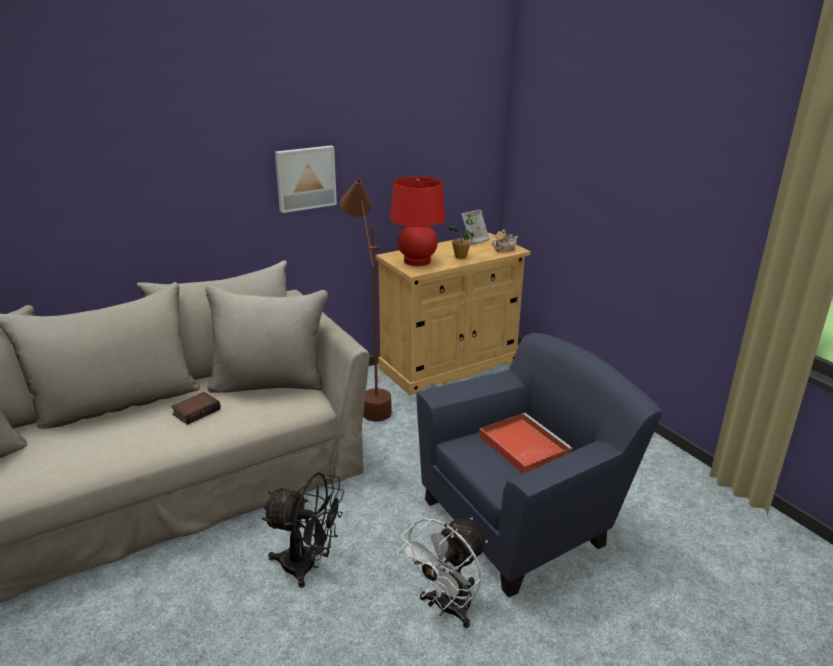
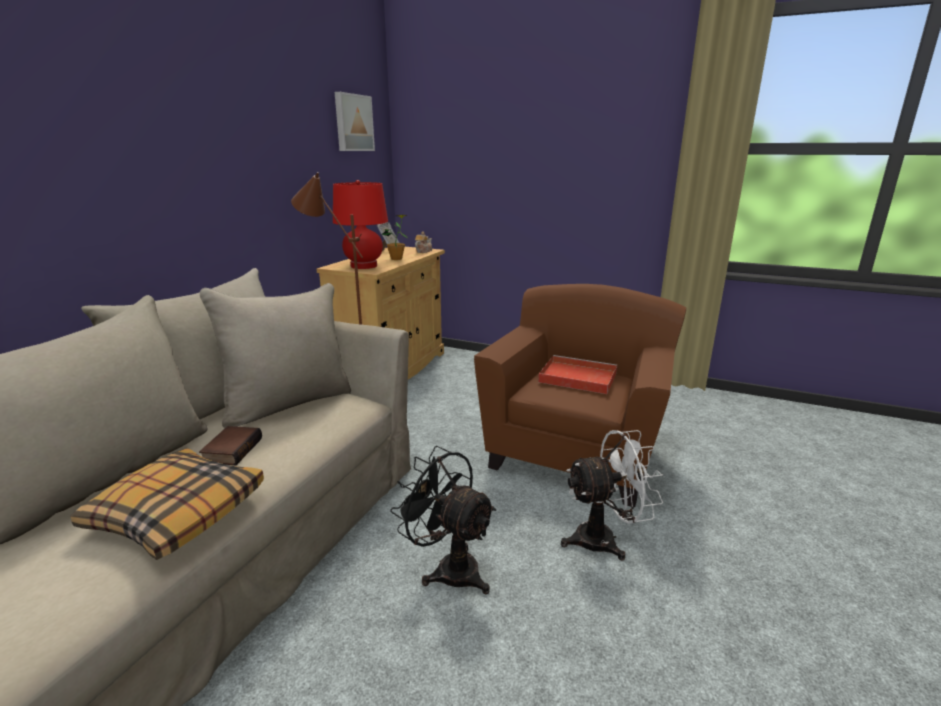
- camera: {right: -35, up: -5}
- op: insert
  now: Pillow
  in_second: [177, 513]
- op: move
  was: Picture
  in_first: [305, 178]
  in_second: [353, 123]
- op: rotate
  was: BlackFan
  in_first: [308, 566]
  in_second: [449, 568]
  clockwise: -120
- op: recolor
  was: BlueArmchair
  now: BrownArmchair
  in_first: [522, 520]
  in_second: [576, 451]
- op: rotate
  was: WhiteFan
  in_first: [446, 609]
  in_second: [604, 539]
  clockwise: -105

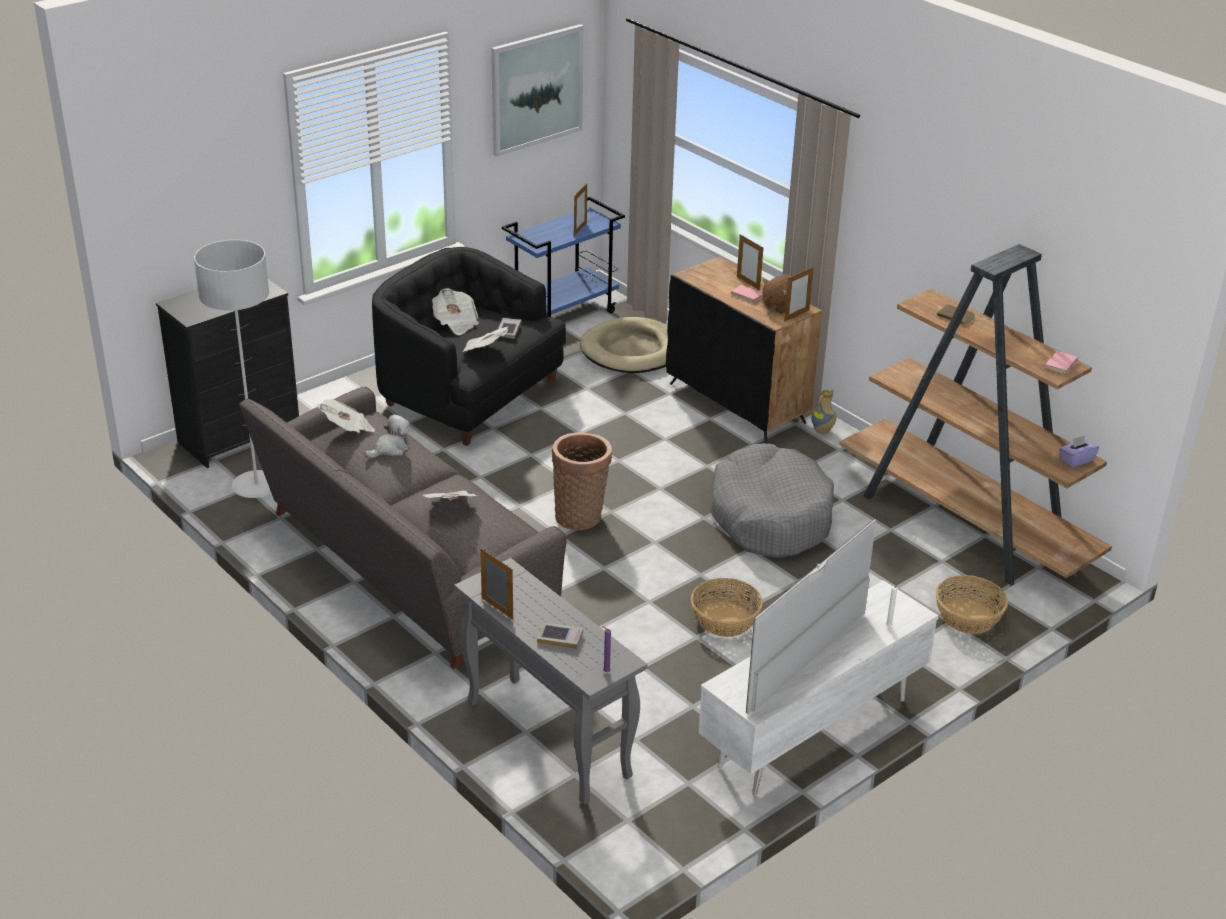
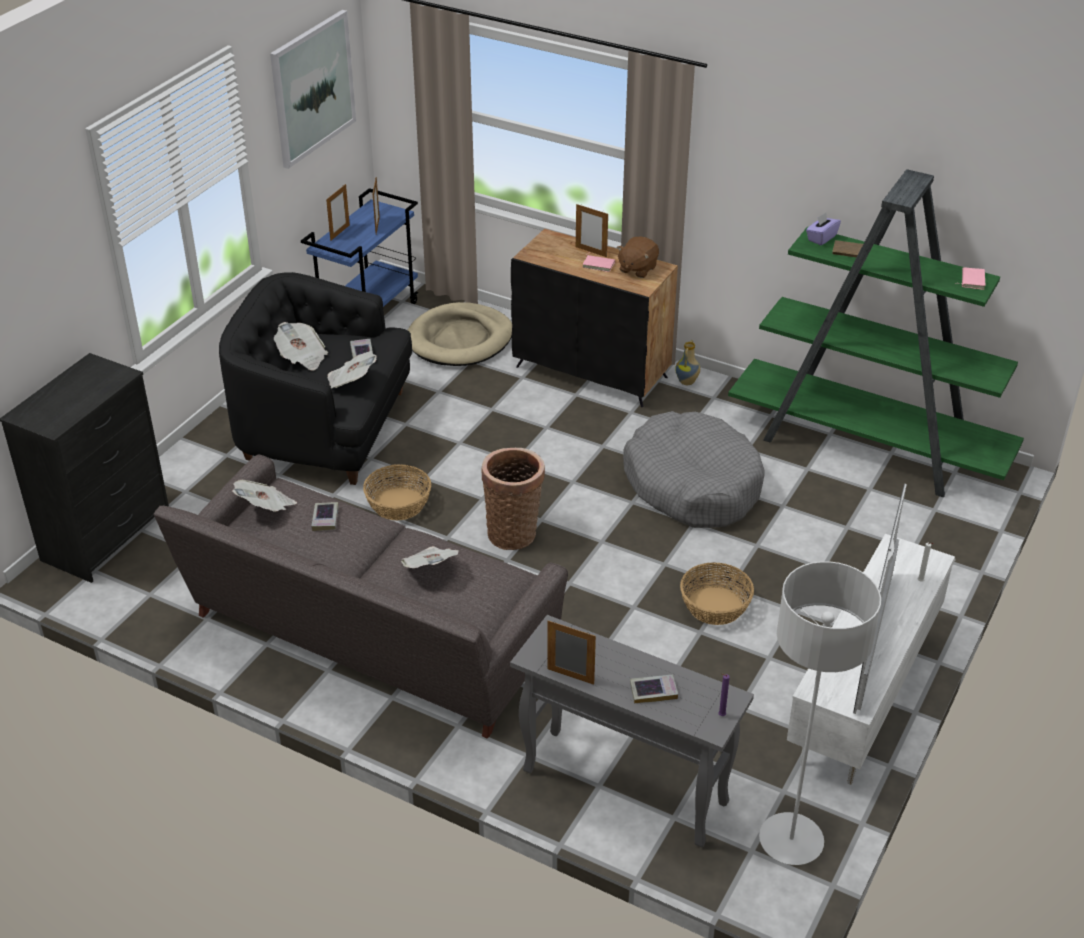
- camera: {right: -20, up: 5}
- op: replace
  was: PlushToy
  now: Book
  in_first: [390, 449]
  in_second: [325, 519]
- op: move
  was: PictureFrame
  in_first: [796, 315]
  in_second: [340, 232]
- op: move
  was: Basket
  in_first: [968, 616]
  in_second: [399, 504]
- op: recolor
  was: BrownBookcase
  now: GreenBookcase
  in_first: [965, 525]
  in_second: [868, 447]
- op: move
  was: GreyFloorLamp
  in_first: [257, 486]
  in_second: [791, 841]
- op: move
  was: PurpleTissueBox
  in_first: [1076, 460]
  in_second: [821, 238]

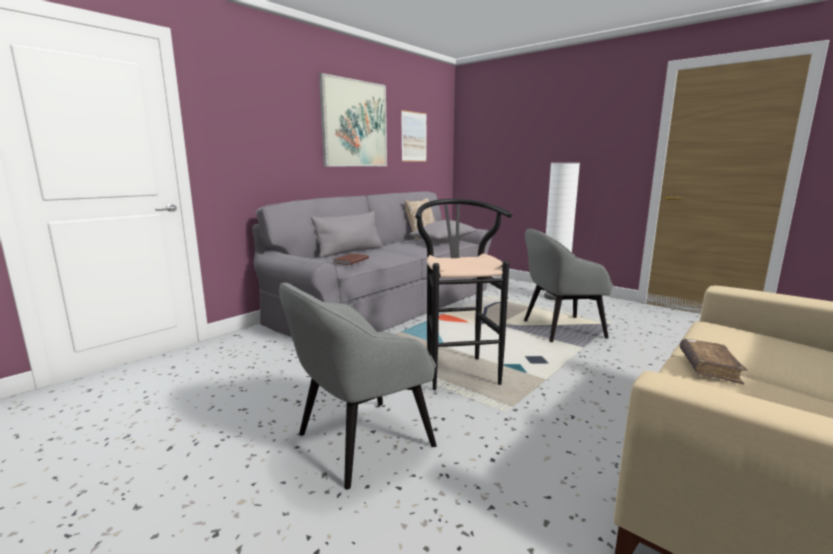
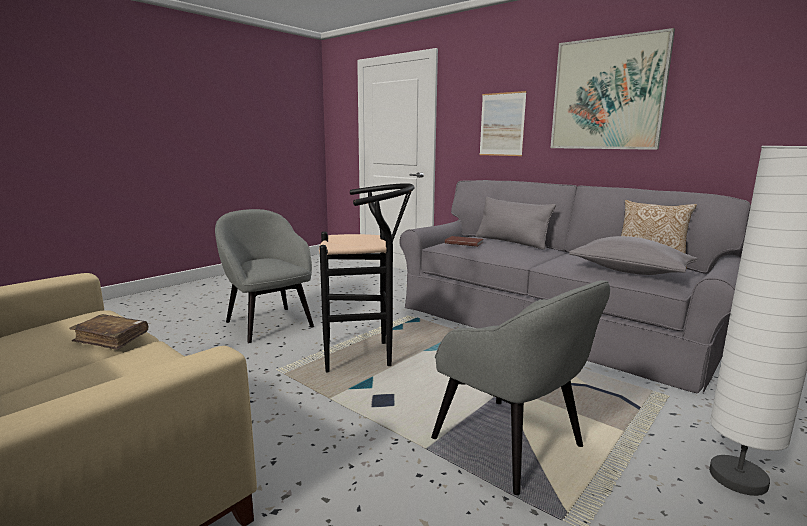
- camera: {right: 90, up: 0}
- op: rotate
  was: GreyArmchair
  in_first: [561, 329]
  in_second: [509, 444]
  clockwise: 150
- op: move
  was: Picture
  in_first: [414, 137]
  in_second: [502, 124]

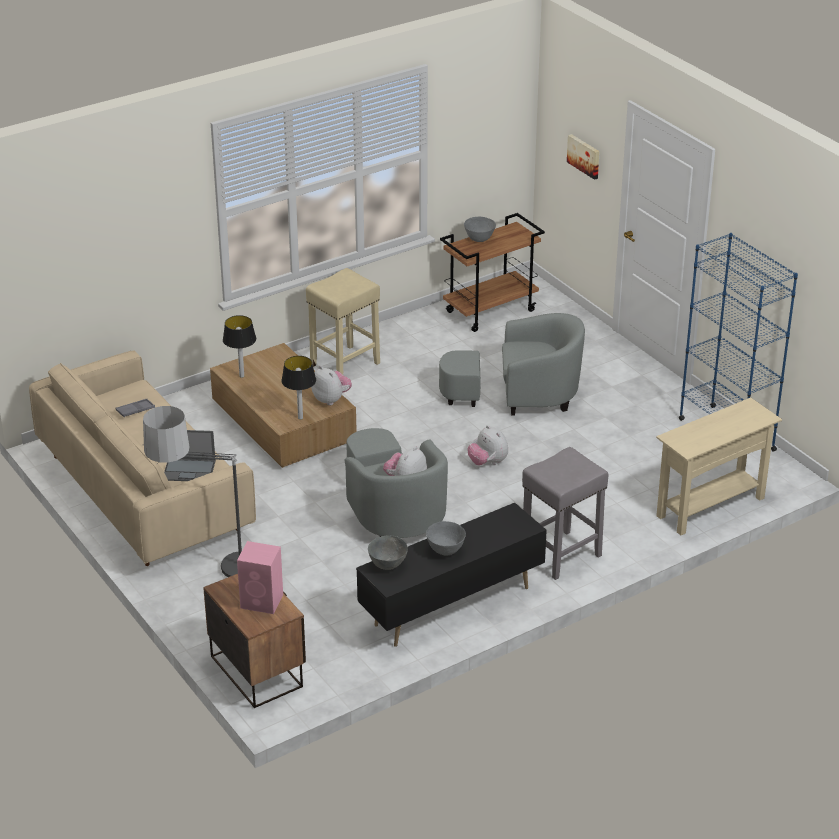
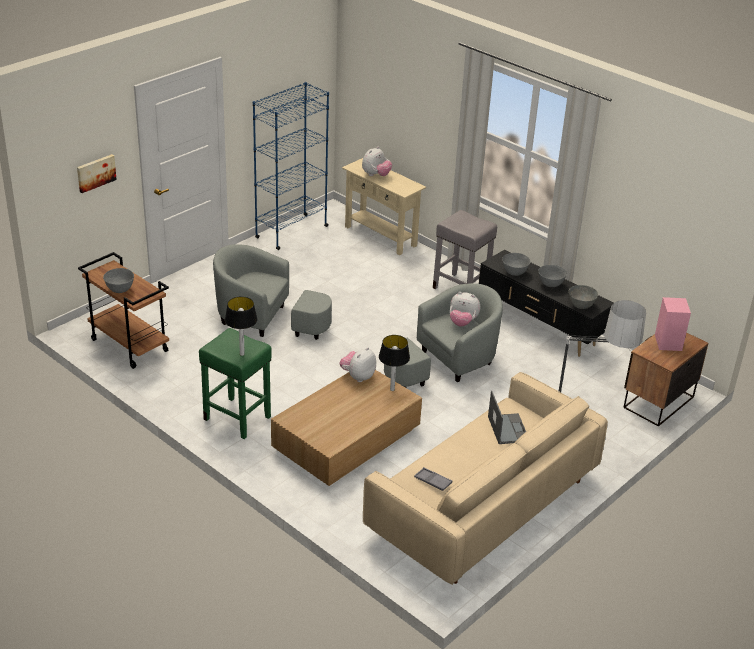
- camera: {right: -105, up: 0}
- op: recolor
  was: BeigeStool
  now: GreenStool
  in_first: [344, 365]
  in_second: [238, 418]
- op: rotate
  was: GreyArmchair
  in_first: [519, 396]
  in_second: [265, 320]
  clockwise: -60
- op: move
  was: TableLamp
  in_first: [242, 376]
  in_second: [242, 354]
- op: move
  was: PlushToy
  in_first: [487, 462]
  in_second: [376, 175]
- op: insert
  now: GreyBowl
  in_second: [514, 273]

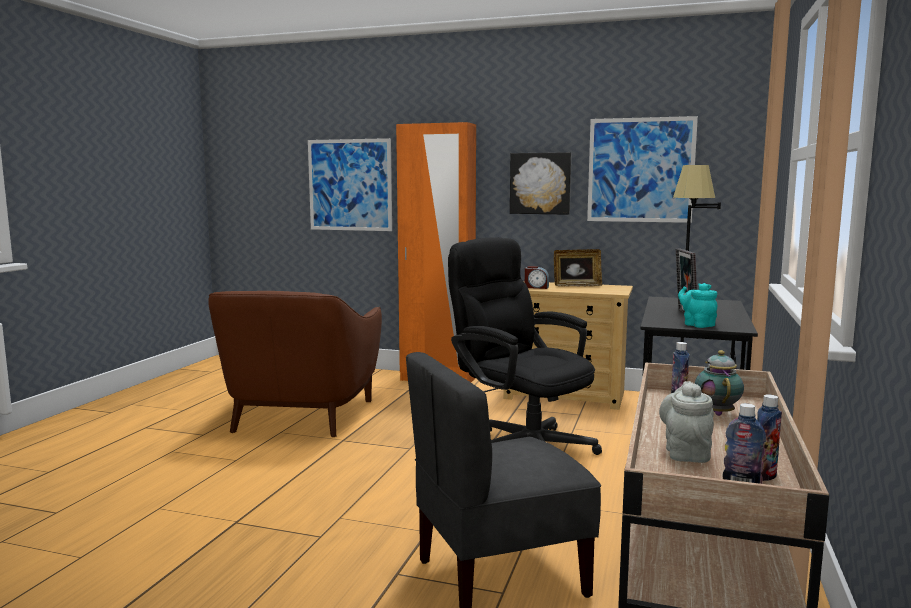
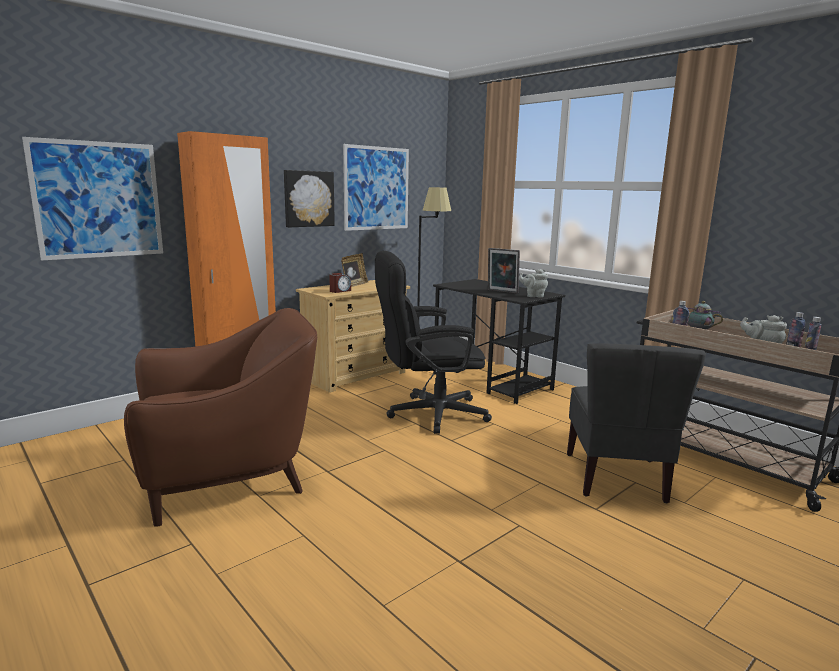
- camera: {right: -60, up: 5}
- op: rotate
  was: BrownArmchair
  in_first: [300, 416]
  in_second: [228, 476]
  clockwise: -60
- op: recolor
  was: TurquoiseTeapot
  now: GreyTeapot
  in_first: [697, 324]
  in_second: [533, 296]

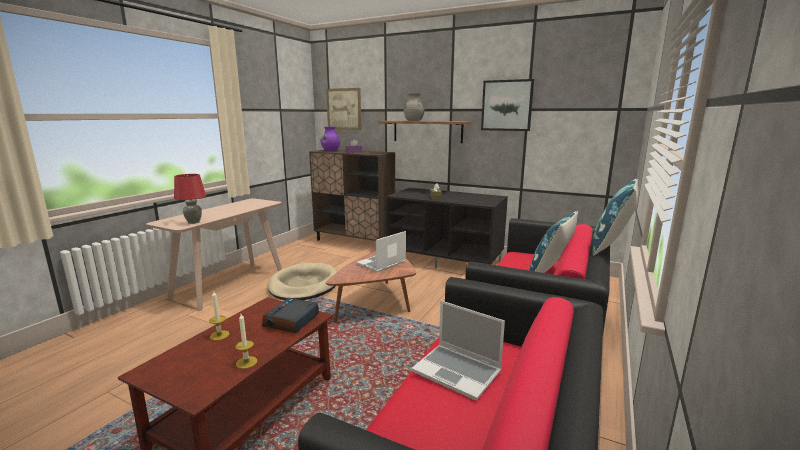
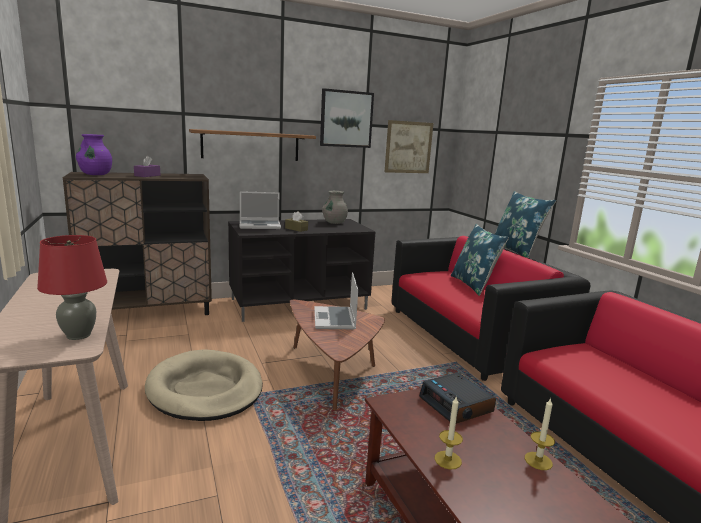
- camera: {right: -50, up: 0}
- op: move
  was: Laptop
  in_first: [458, 372]
  in_second: [260, 225]
- op: move
  was: GreyVase
  in_first: [413, 120]
  in_second: [334, 222]
- op: move
  was: Picture
  in_first: [344, 109]
  in_second: [408, 147]

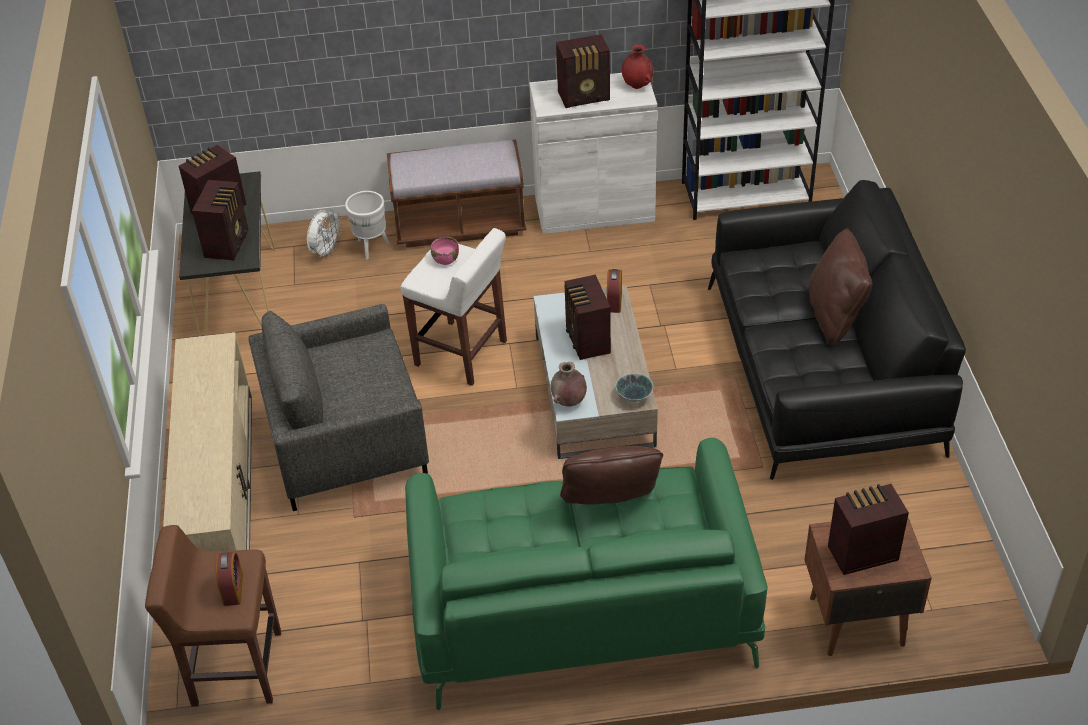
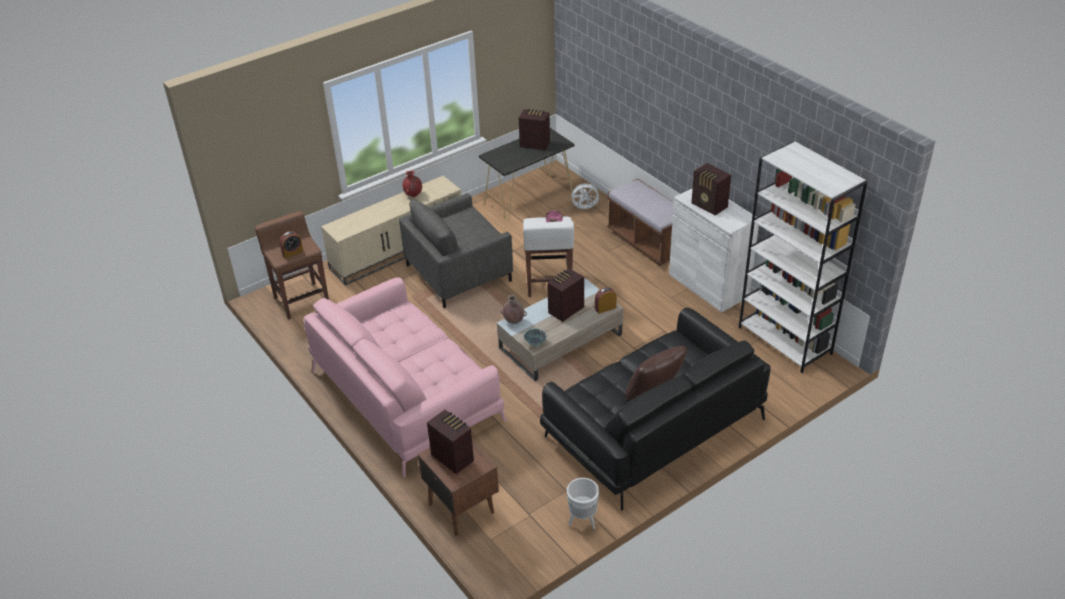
- camera: {right: 60, up: -5}
- op: recolor
  was: GreenSofa
  now: PinkSofa
  in_first: [580, 605]
  in_second: [405, 395]
- op: rotate
  was: GreyArmchair
  in_first: [346, 441]
  in_second: [458, 272]
  clockwise: -75
- op: move
  was: RedVase
  in_first: [637, 86]
  in_second: [413, 195]
- op: move
  was: WhitePlanter
  in_first: [372, 247]
  in_second: [582, 521]
- op: delete
  was: Radio
  in_first: [228, 243]
- op: delete
  was: BrownPillow
  in_first: [610, 505]

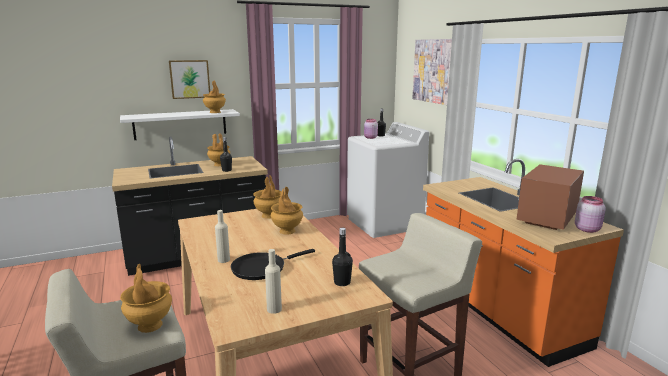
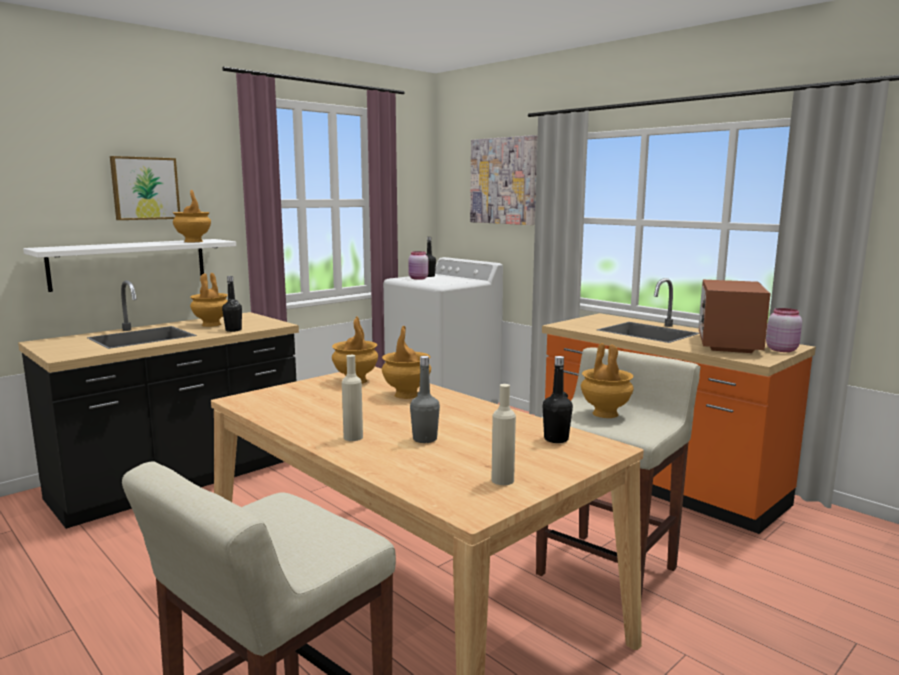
- camera: {right: -20, up: -5}
- op: replace
  was: BlackFryingPan
  now: GreyBottle
  in_first: [262, 268]
  in_second: [425, 439]
- op: move
  was: BrownVase
  in_first: [149, 325]
  in_second: [604, 414]

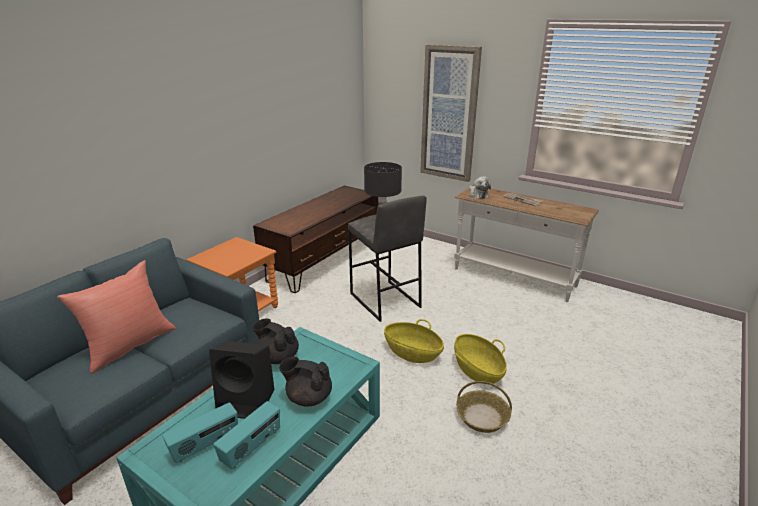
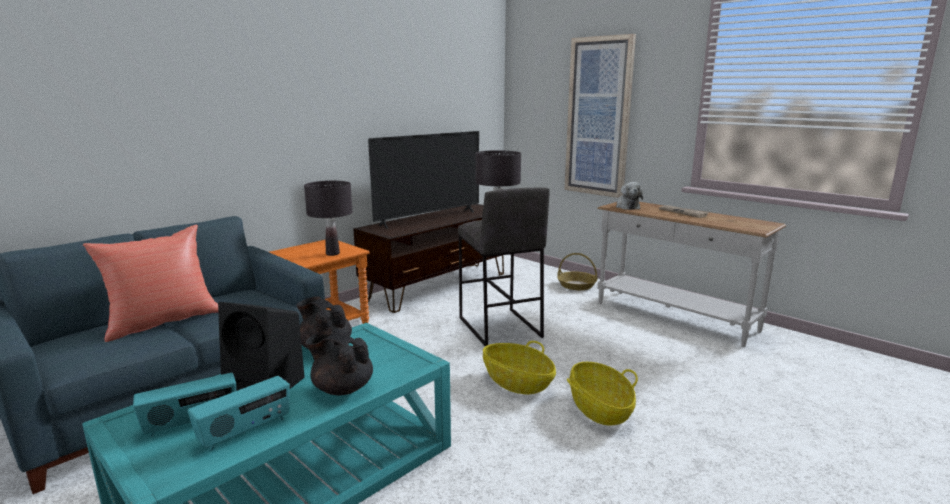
- camera: {right: 10, up: -10}
- op: insert
  now: BlackTableLamp
  in_second: [333, 254]
- op: insert
  now: Television
  in_second: [428, 218]
- op: move
  was: Basket
  in_first: [482, 417]
  in_second: [576, 285]

